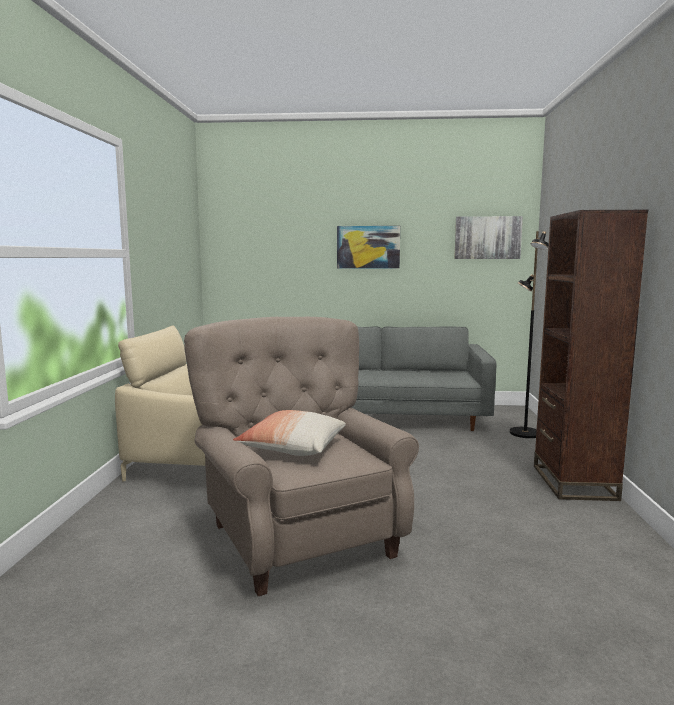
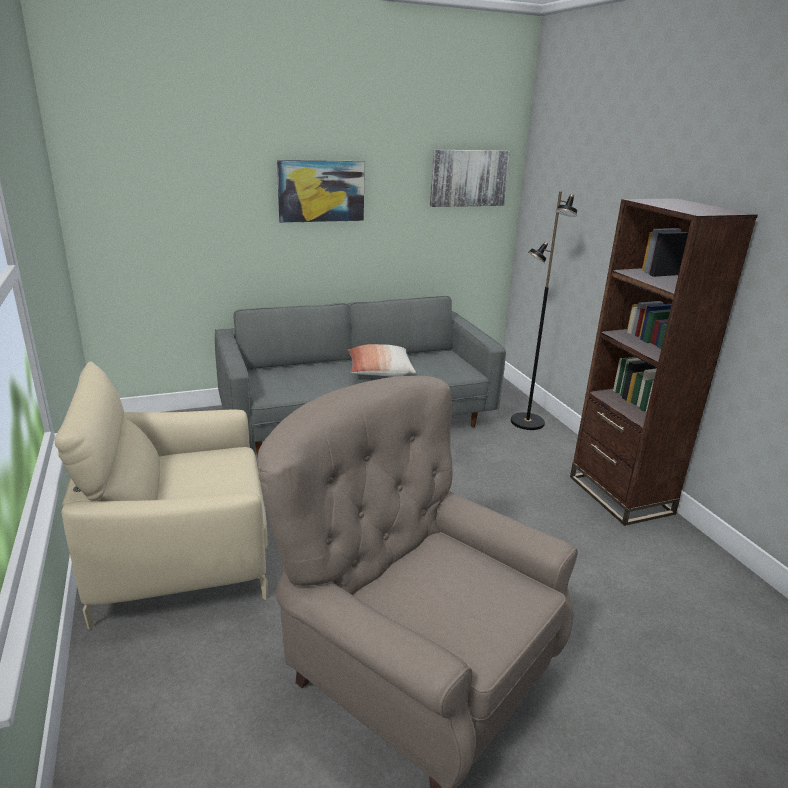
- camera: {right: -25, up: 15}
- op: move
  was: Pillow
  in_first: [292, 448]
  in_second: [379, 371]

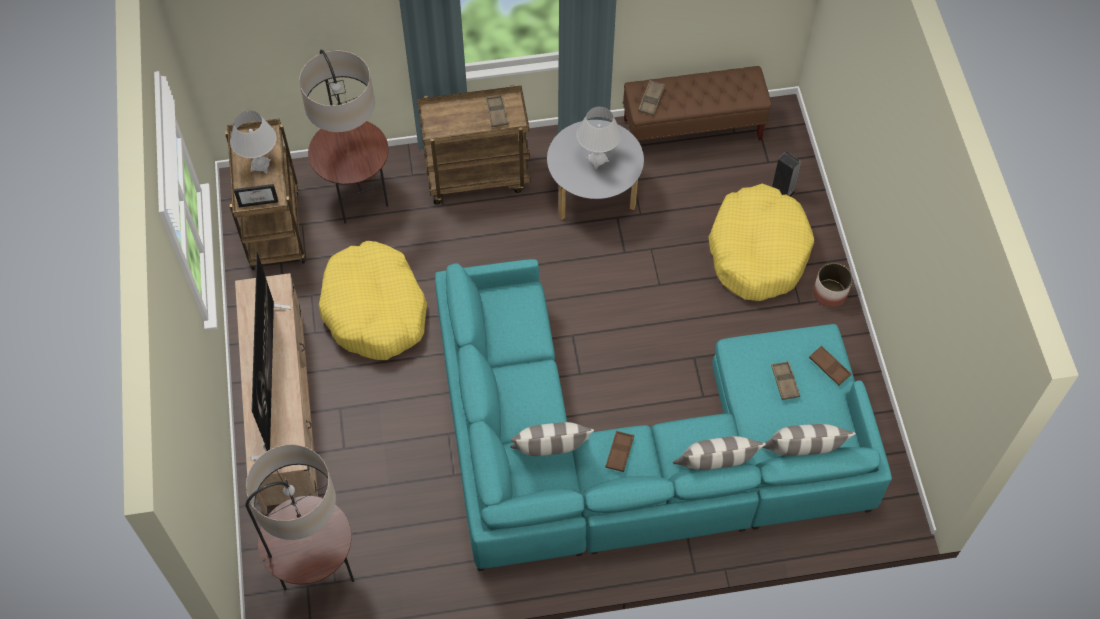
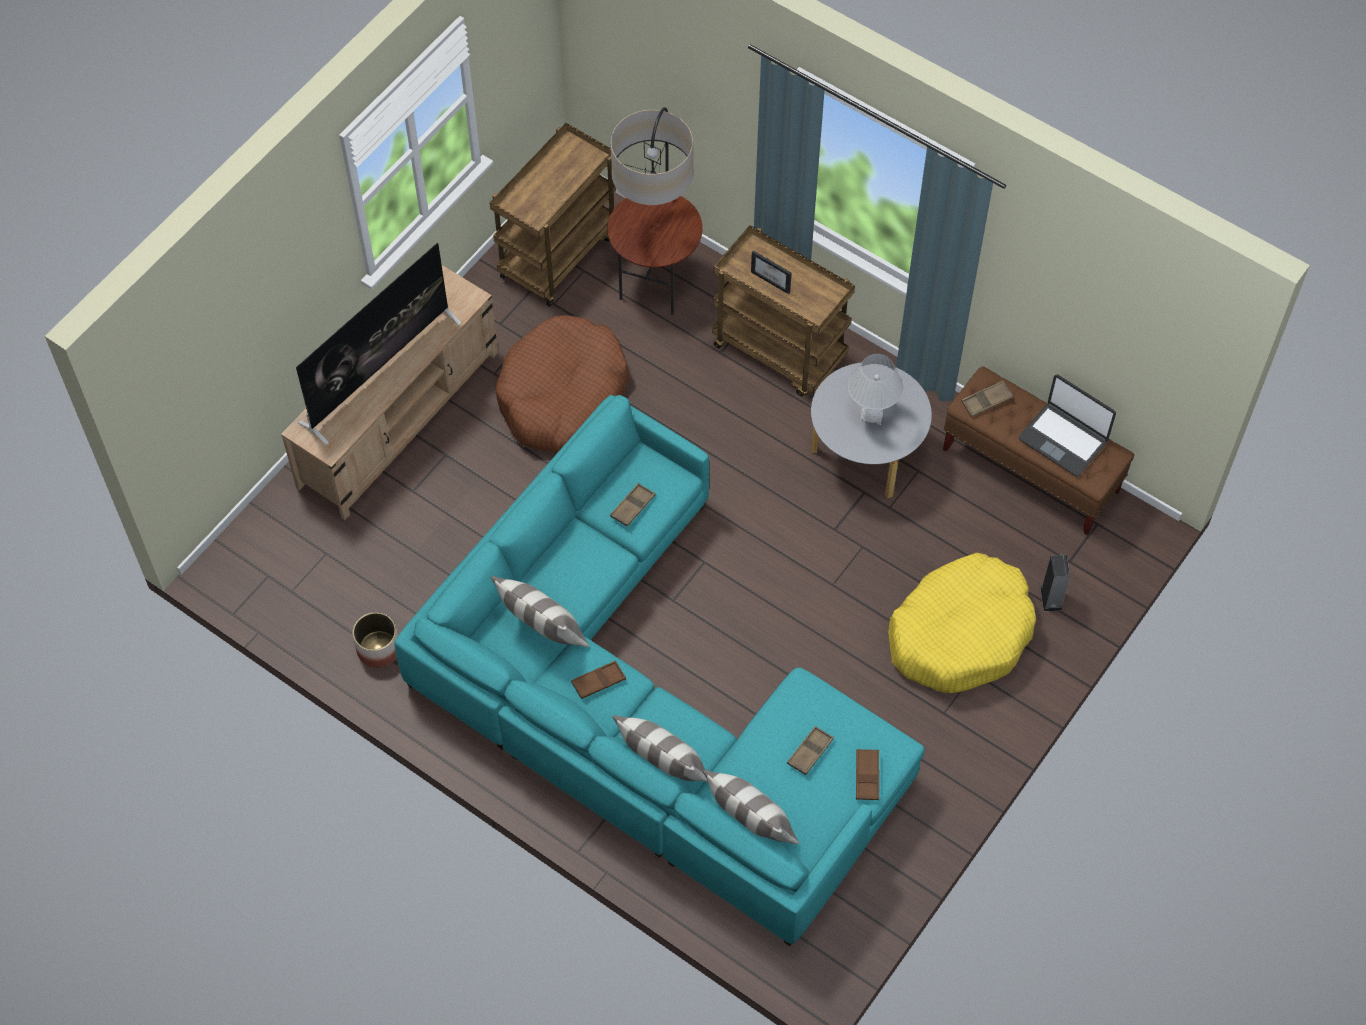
- camera: {right: 45, up: 0}
- op: move
  was: Planter
  in_first: [829, 293]
  in_second: [378, 649]
- op: recolor
  was: YellowDogBed
  now: BrownDogBed
  in_first: [375, 310]
  in_second: [563, 396]
- op: move
  was: BrownTray
  in_first: [497, 113]
  in_second: [632, 507]
- op: move
  was: PictureFrame
  in_first: [259, 200]
  in_second: [773, 279]
- op: insert
  now: Laptop
  in_second: [1063, 439]
- op: delete
  was: WhiteTableLamp
  in_first: [260, 165]
- op: delete
  was: FloorLamp
  in_first: [317, 572]

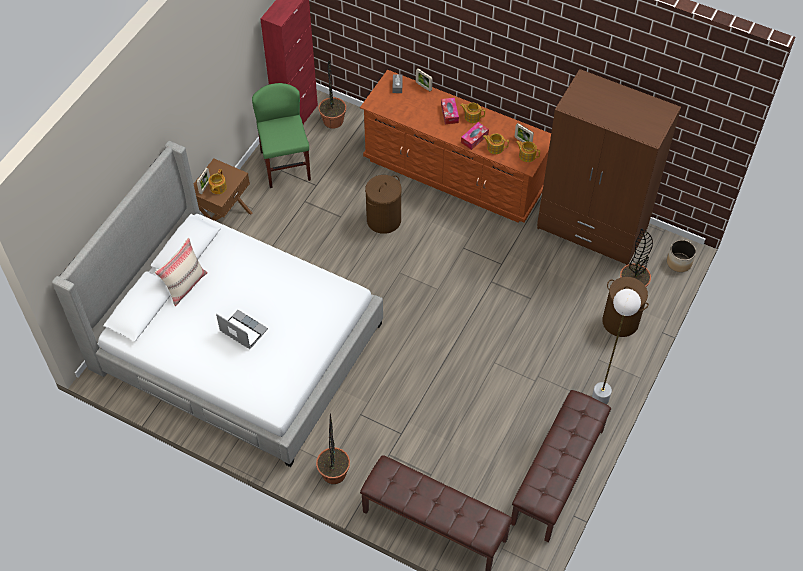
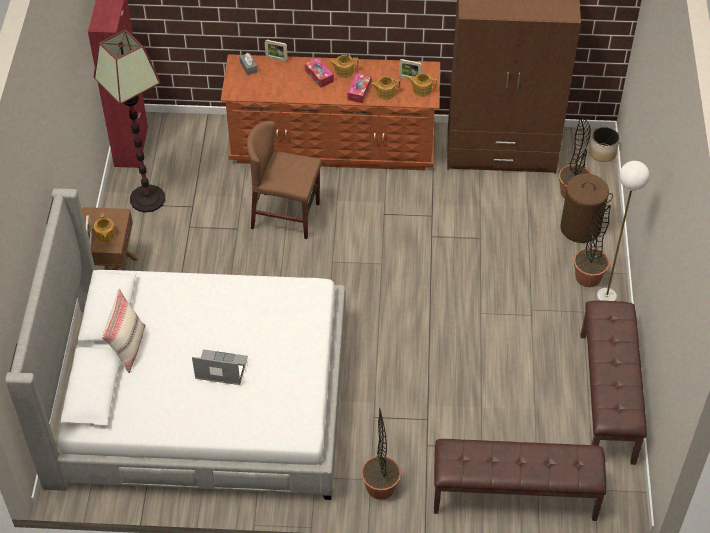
- camera: {right: -25, up: -5}
- op: replace
  was: GreenChair
  now: FloorLamp
  in_first: [285, 166]
  in_second: [147, 198]
- op: replace
  was: BrownLaundryBasket
  now: BrownChair
  in_first: [384, 220]
  in_second: [285, 215]
- op: move
  was: PottedPlant
  in_first: [333, 121]
  in_second: [588, 277]

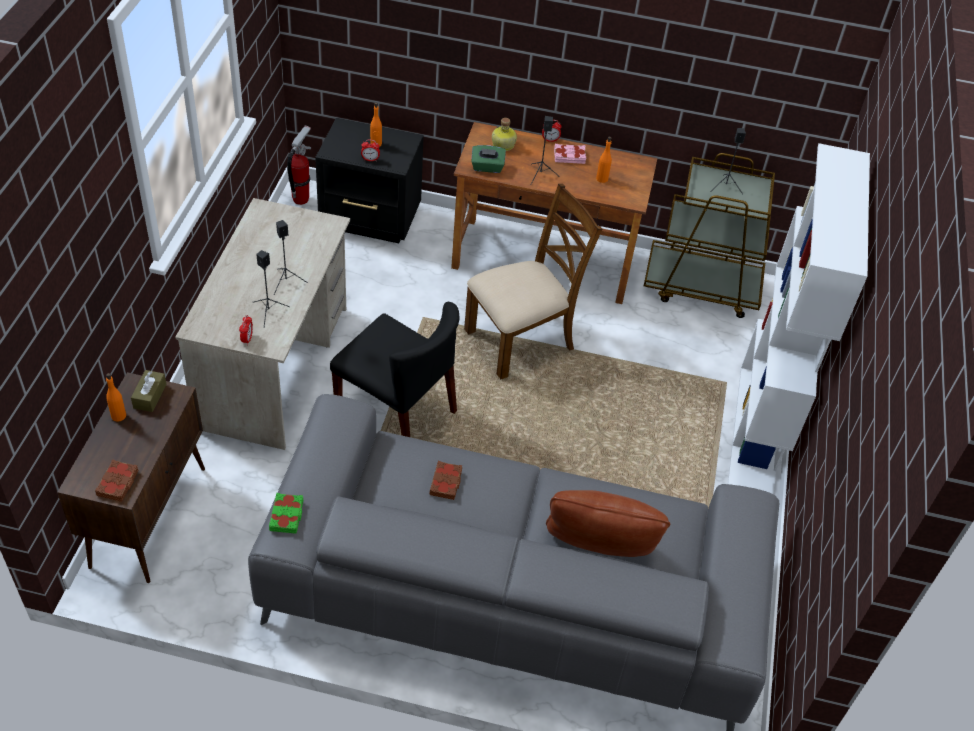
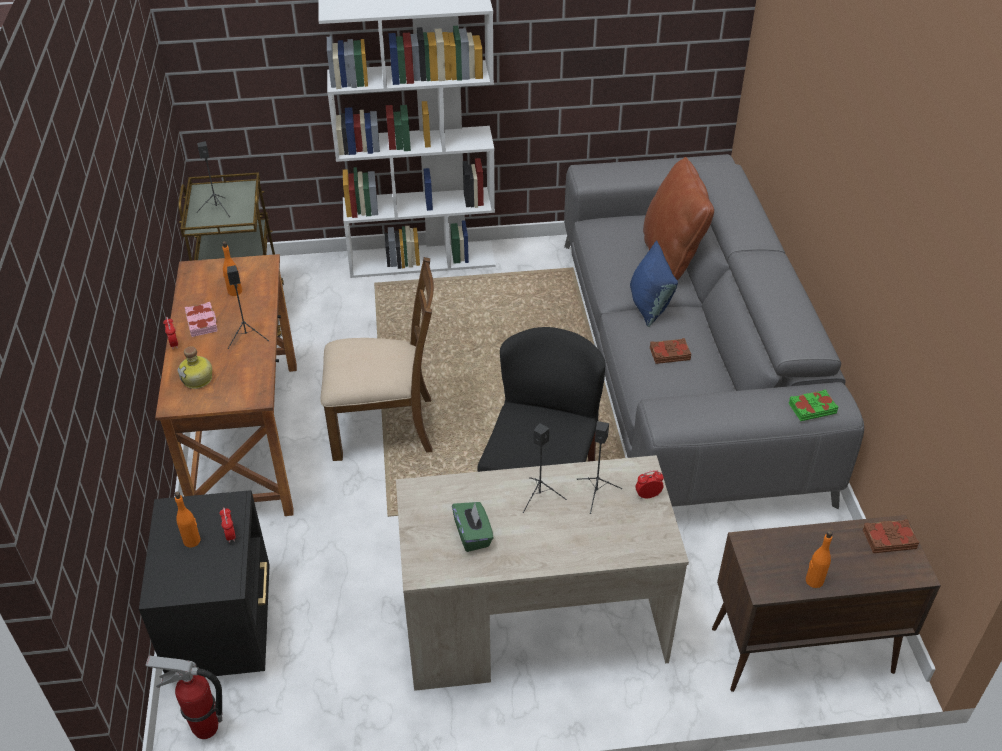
- camera: {right: -105, up: -5}
- op: rotate
  was: BrownChair
  in_first: [521, 340]
  in_second: [385, 427]
  clockwise: 135
- op: move
  was: GreenTissueBox
  in_first: [487, 167]
  in_second: [473, 535]
- op: insert
  now: BluePillow
  in_second: [649, 306]
- op: delete
  was: BrownTissueBox
  in_first: [150, 396]

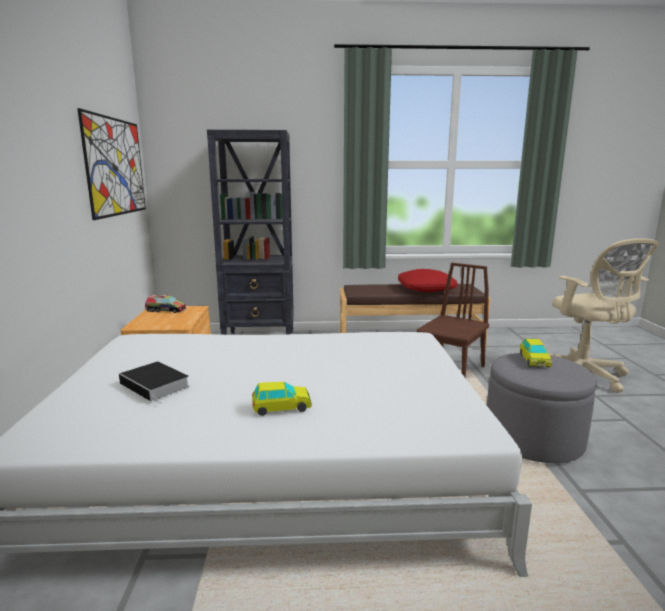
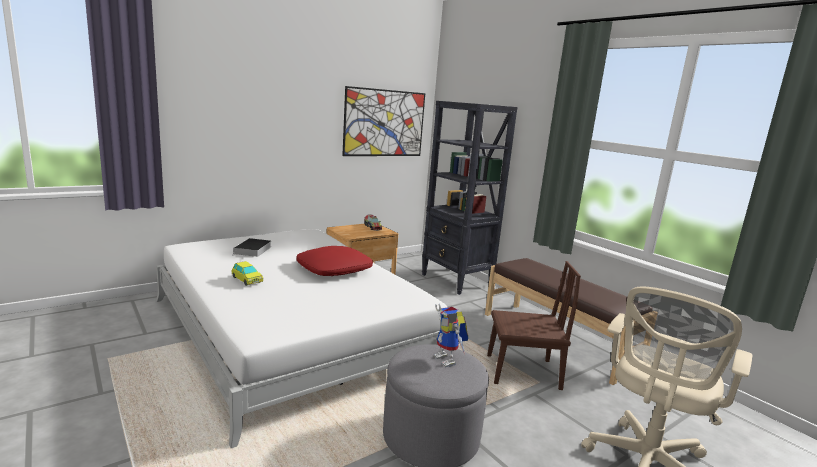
- camera: {right: 55, up: 0}
- op: move
  was: RedPillow
  in_first: [426, 288]
  in_second: [334, 270]
- op: replace
  was: ToyCar
  now: ToyRobot
  in_first: [534, 361]
  in_second: [449, 360]

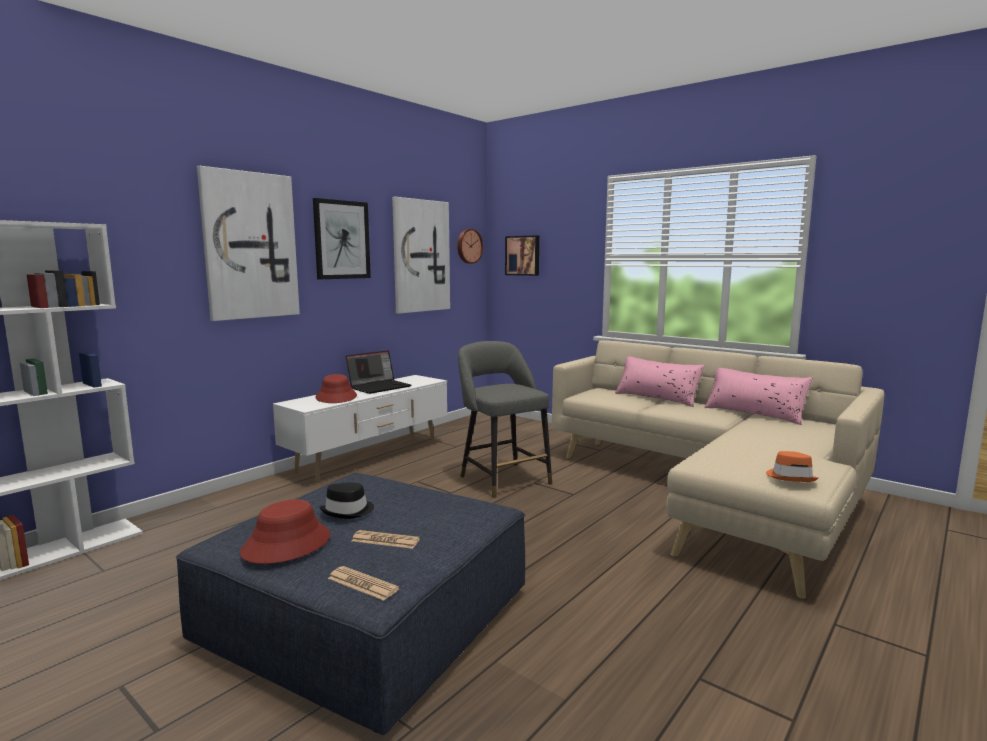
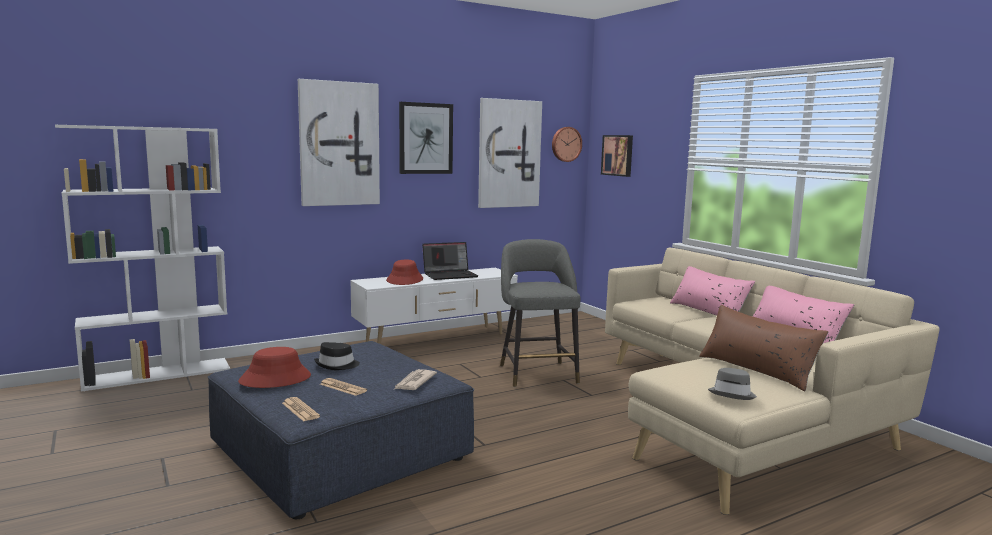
- camera: {right: 20, up: 0}
- op: insert
  now: Newspaper
  in_second: [414, 382]
- op: insert
  now: BrownPillow
  in_second: [757, 370]
- op: recolor
  was: OrangeHat
  now: GreyHat
  in_first: [791, 477]
  in_second: [732, 394]

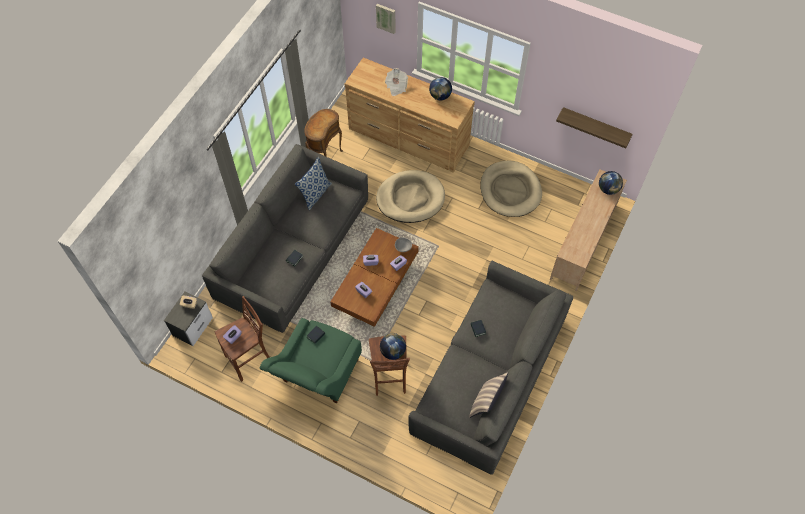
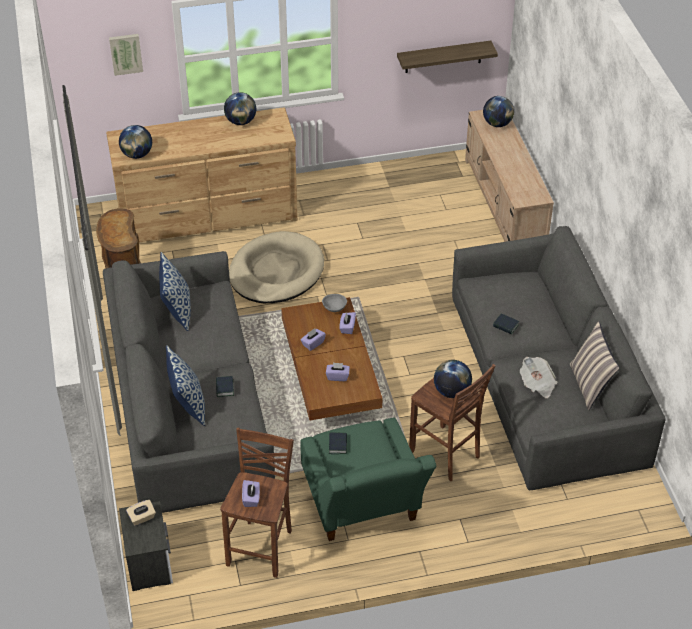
- camera: {right: -40, up: -15}
- op: insert
  now: Globe
  in_second: [137, 155]
- op: insert
  now: Pillow
  in_second: [188, 405]
- op: move
  was: Newspaper
  in_first: [396, 86]
  in_second: [537, 384]
- op: delete
  was: BeigeDogBed
  in_first: [510, 190]

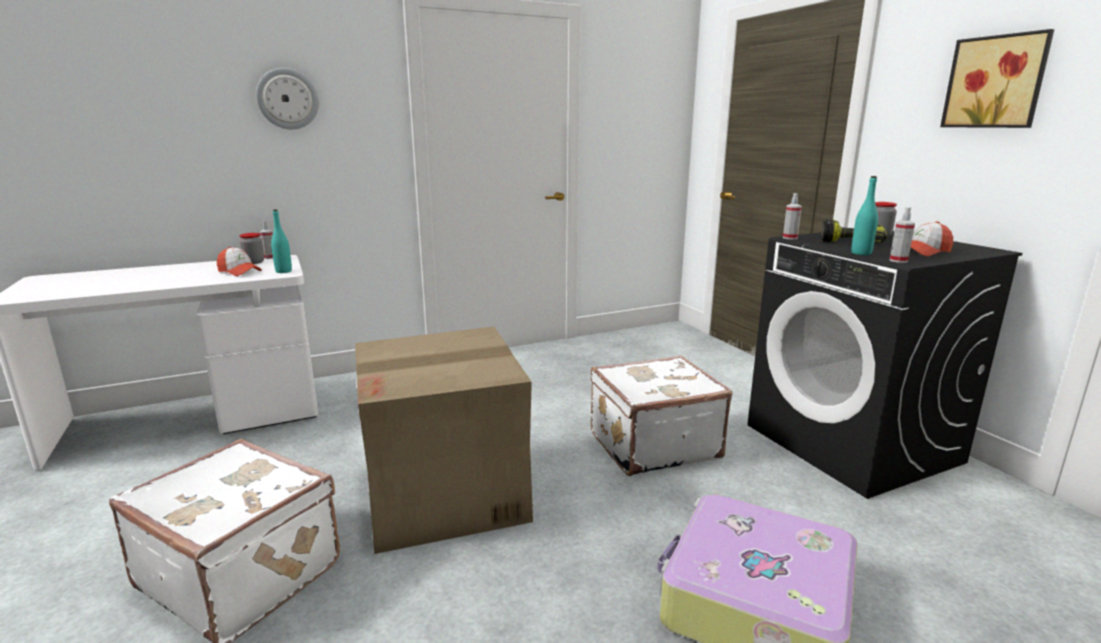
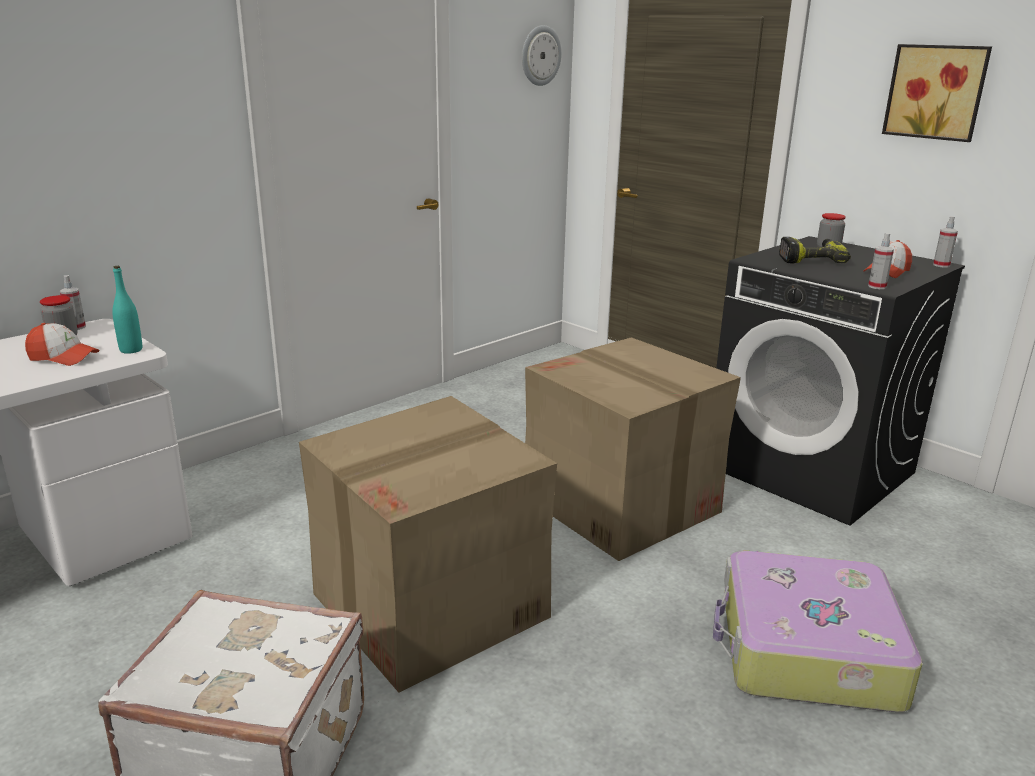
- camera: {right: -20, up: 5}
- op: move
  was: WallClock
  in_first: [287, 99]
  in_second: [540, 55]
- op: replace
  was: WhiteSuitcase
  now: CardboardBox
  in_first: [652, 444]
  in_second: [621, 504]
- op: move
  was: SprayBottle
  in_first: [790, 238]
  in_second: [941, 265]
- op: delete
  was: TurquoiseBottle
  in_first: [861, 253]

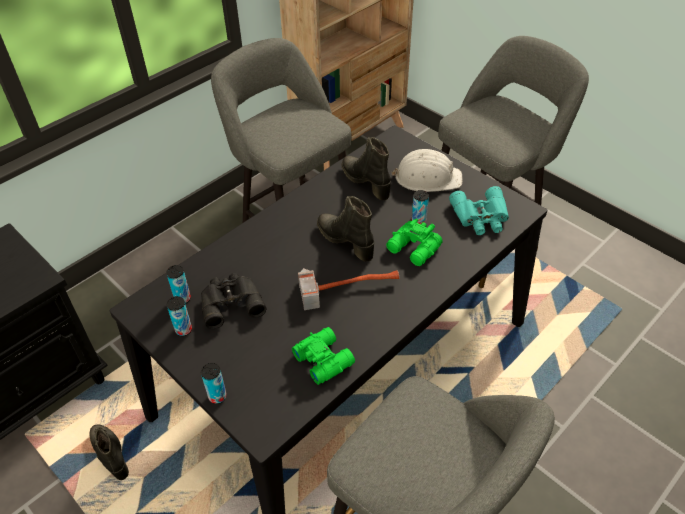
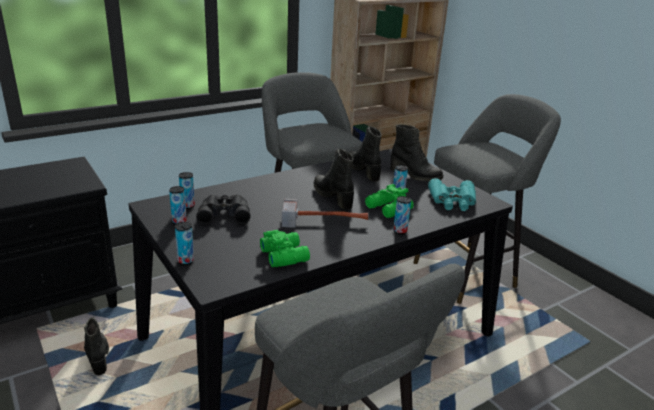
- camera: {right: 10, up: -20}
- op: replace
  was: WhiteHardHat
  now: BlackBoot
  in_first: [427, 178]
  in_second: [415, 175]
- op: insert
  now: Can
  in_second: [400, 231]

